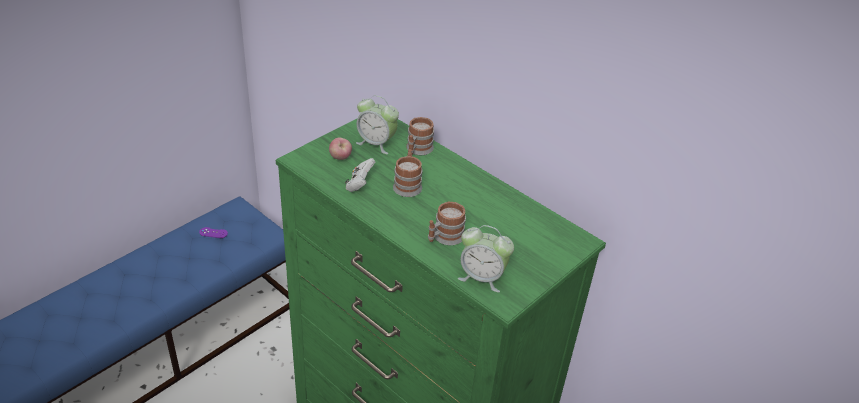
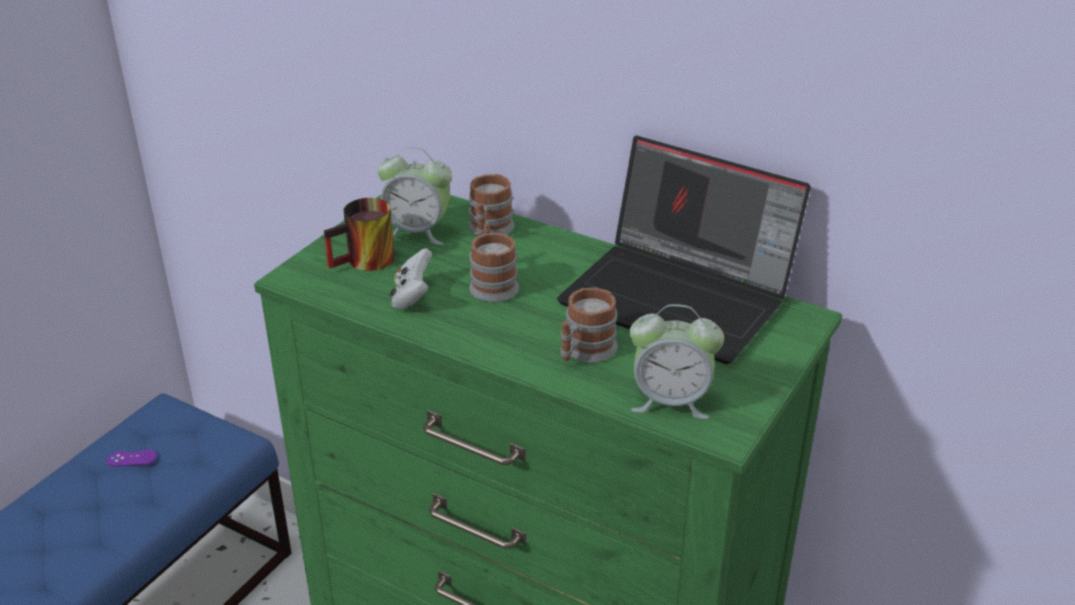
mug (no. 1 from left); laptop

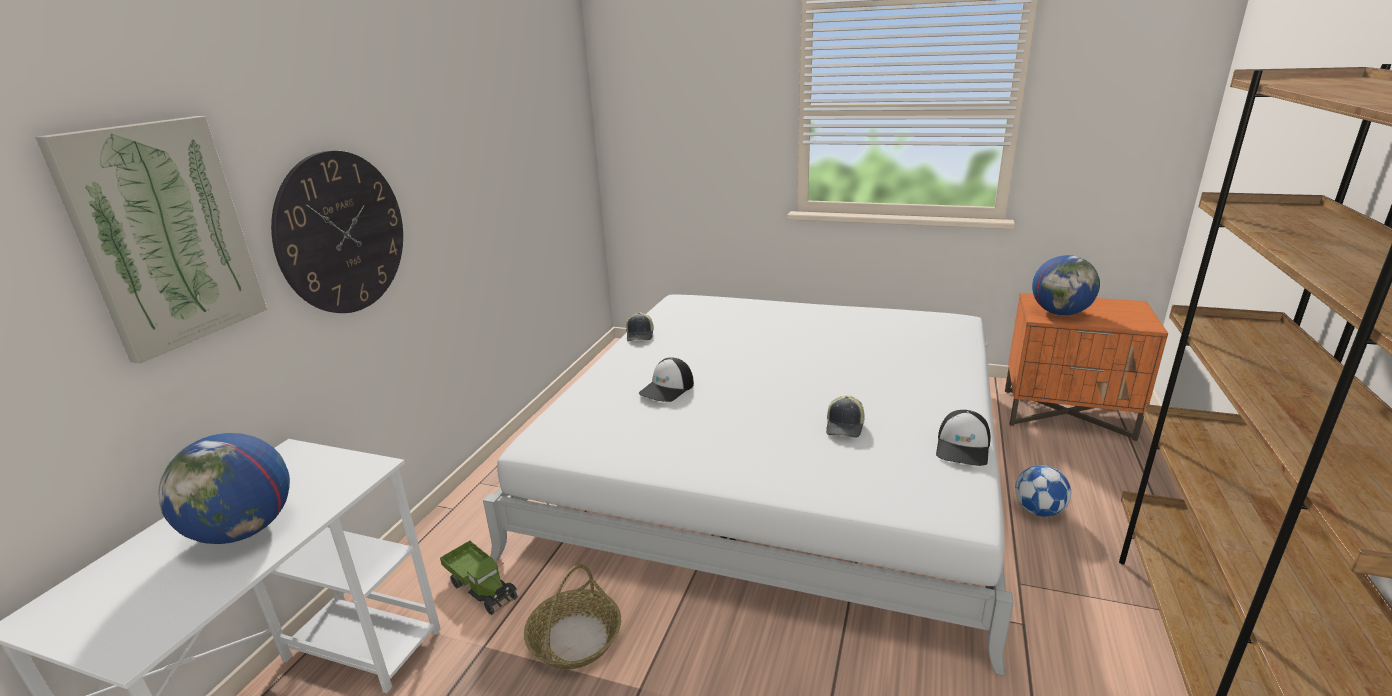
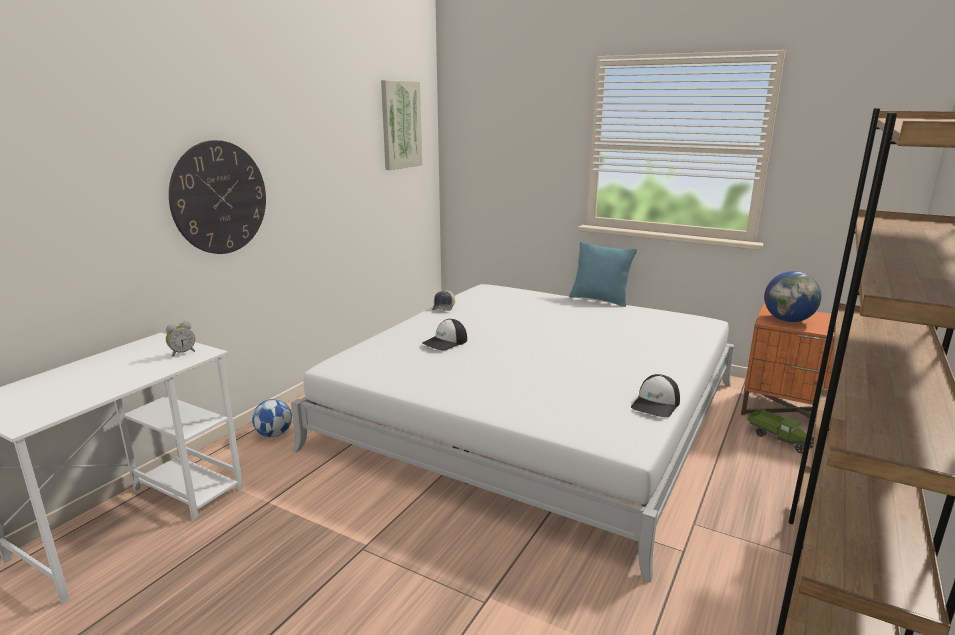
alarm clock; football; picture; pillow (turquoise); toy truck; globe (no. 1 from left in the first image); basket; cap (no. 3 from left in the first image)

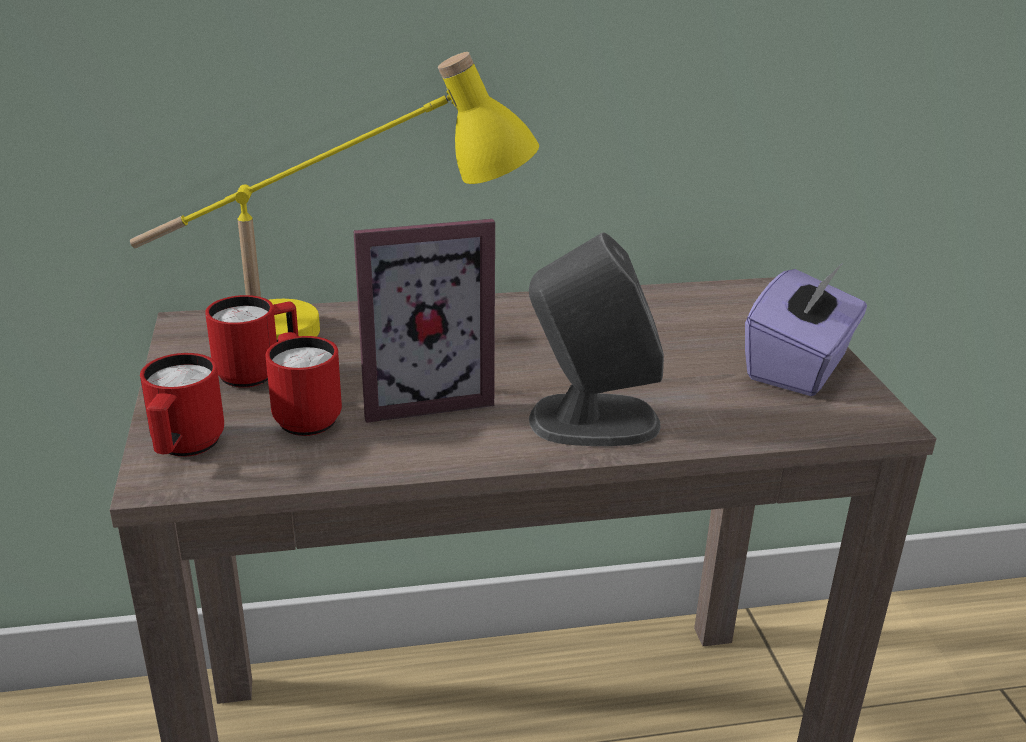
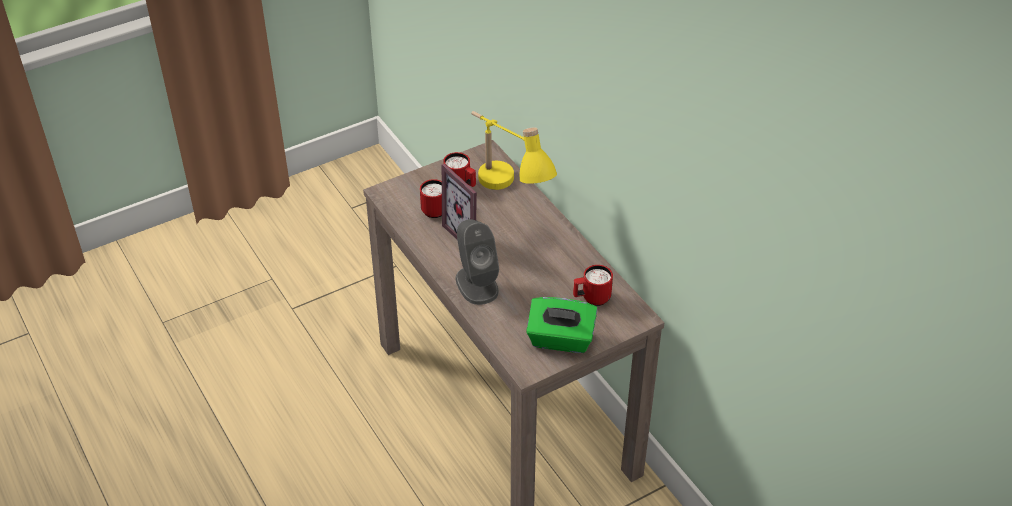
tissue box (green); mug (red) (no. 3 from left)

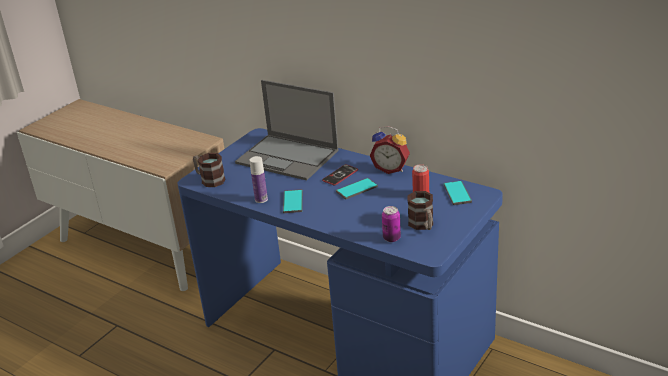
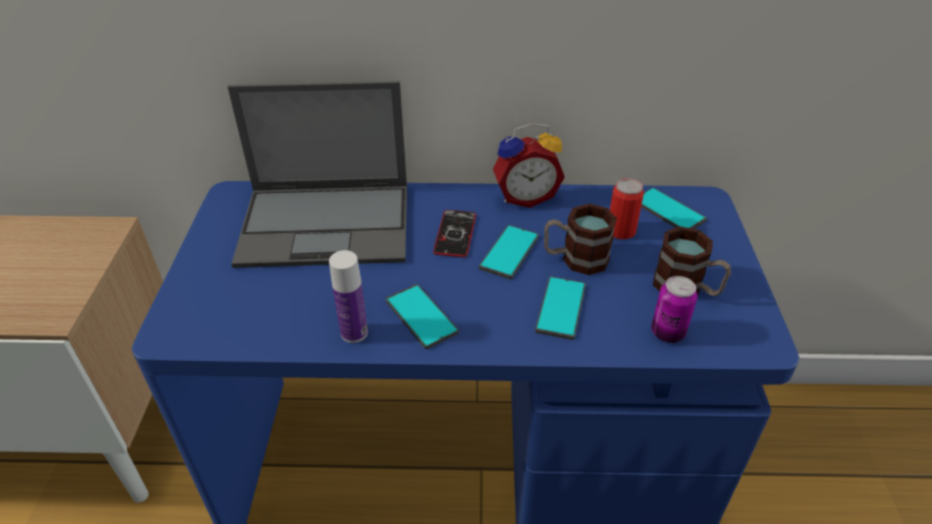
phone (no. 4 from left); mug (no. 1 from left)

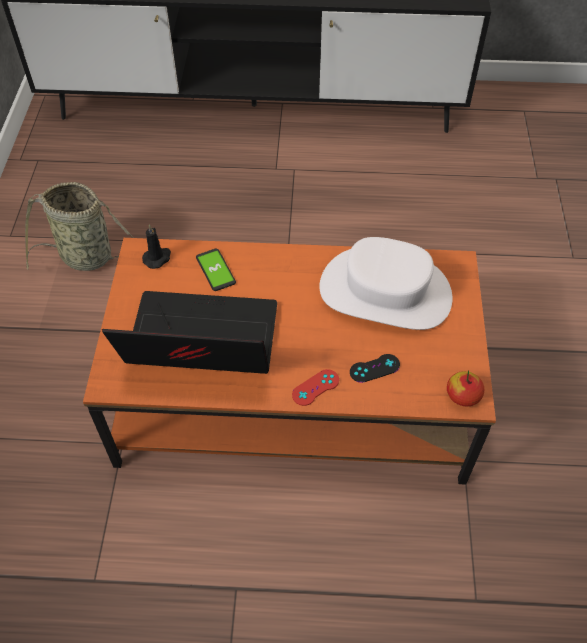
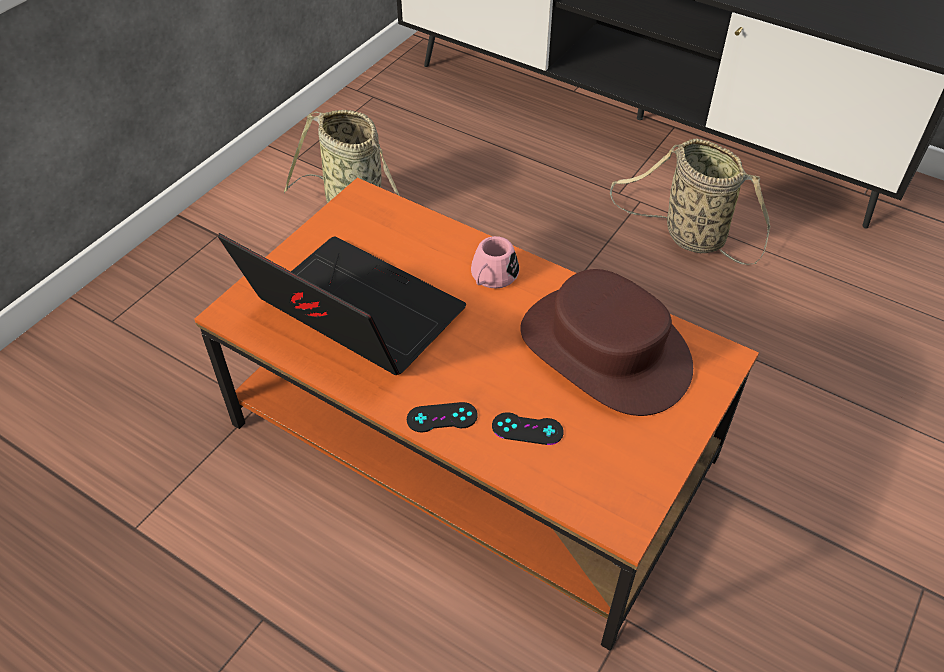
game controller (black) (no. 1 from left); mug (pink); hat (brown); basket (no. 2 from left); candle (black); phone; apple

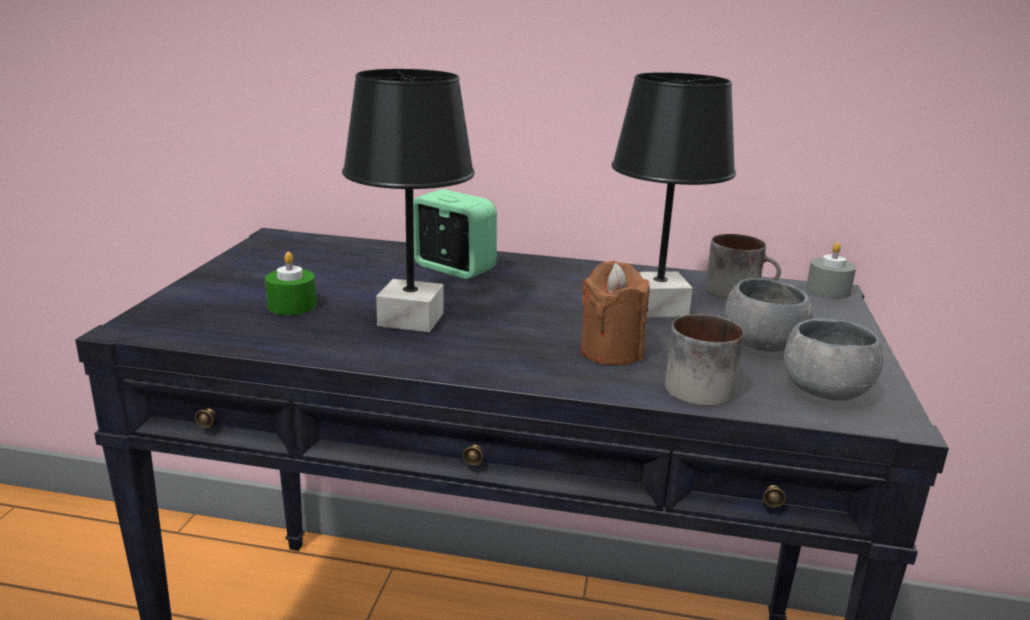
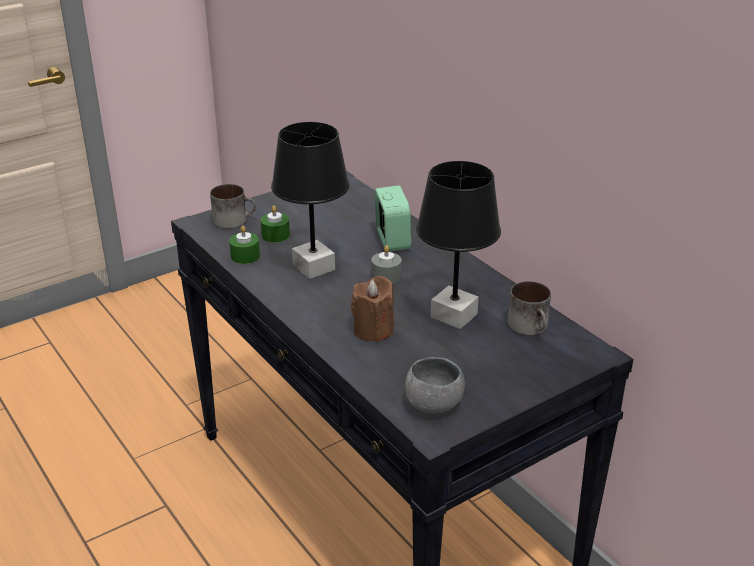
mug (no. 1 from left); candle (green) (no. 1 from left); candle (grey); bowl (grey) (no. 1 from left in the first image)

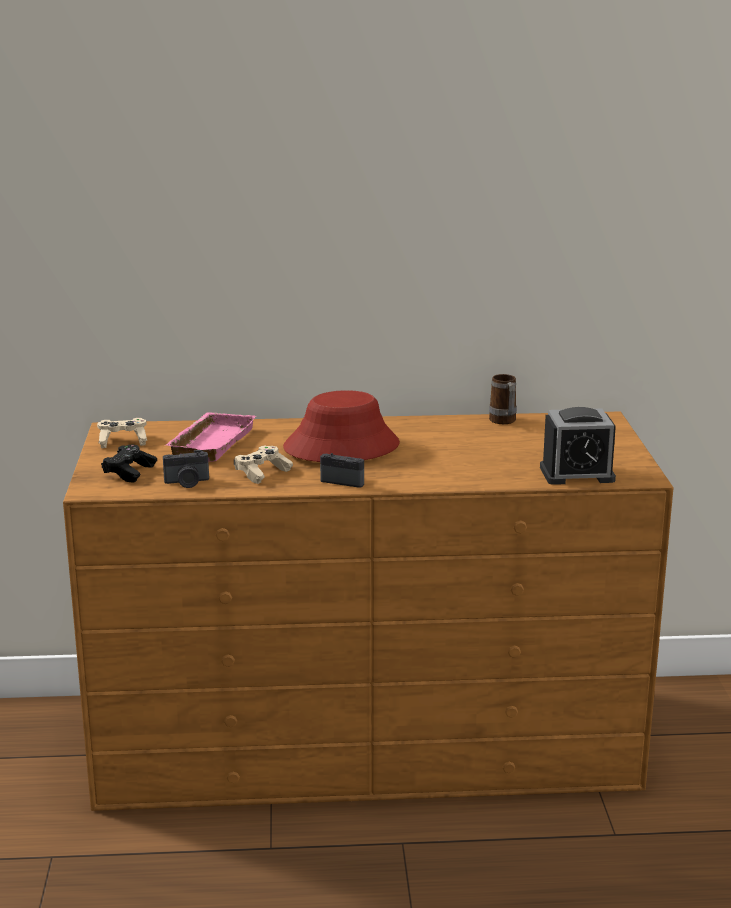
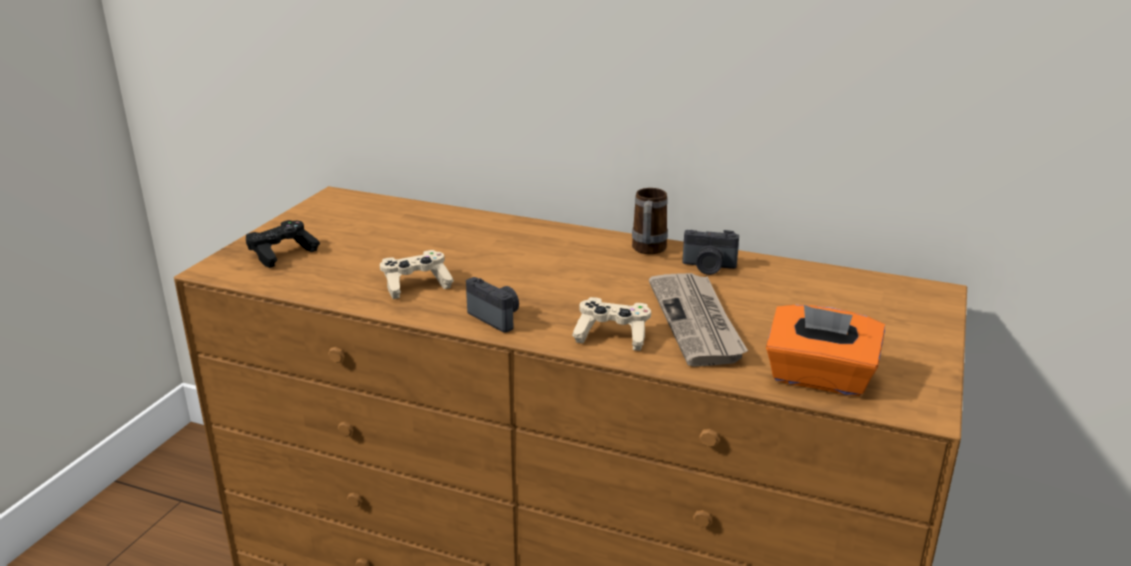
game controller (beige) (no. 2 from left); mug; newspaper; photo camera (no. 2 from left); tissue box (orange); tray (pink); hat (red)

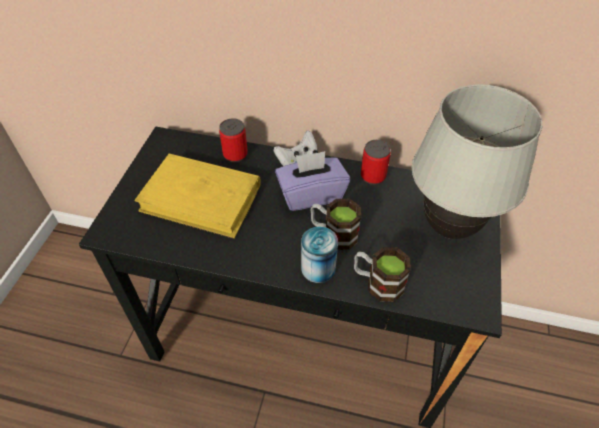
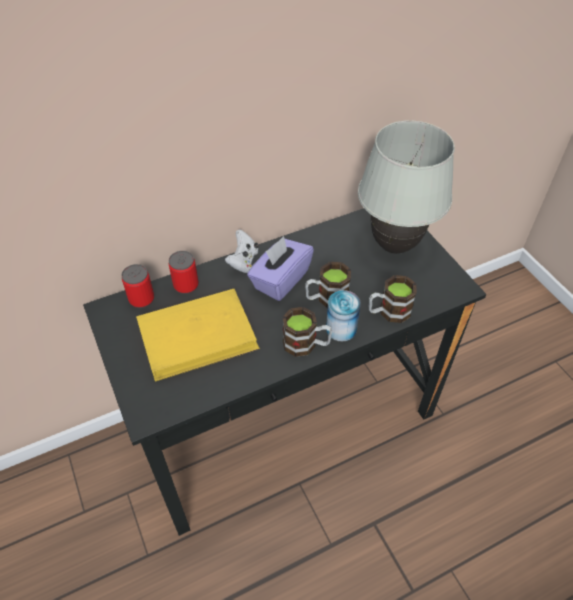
can (no. 1 from left); mug (no. 1 from left)

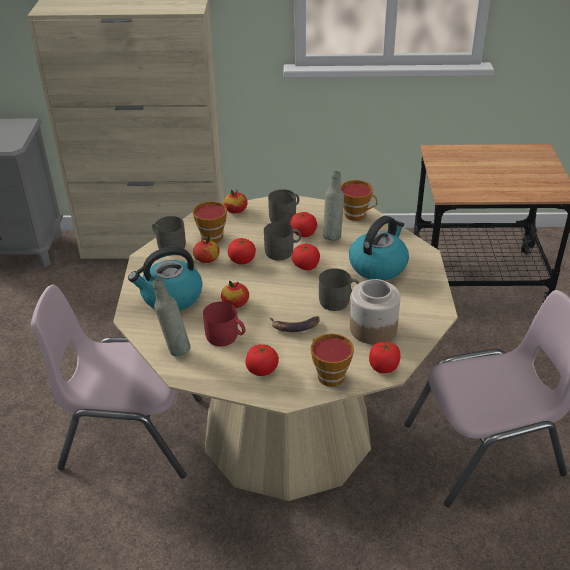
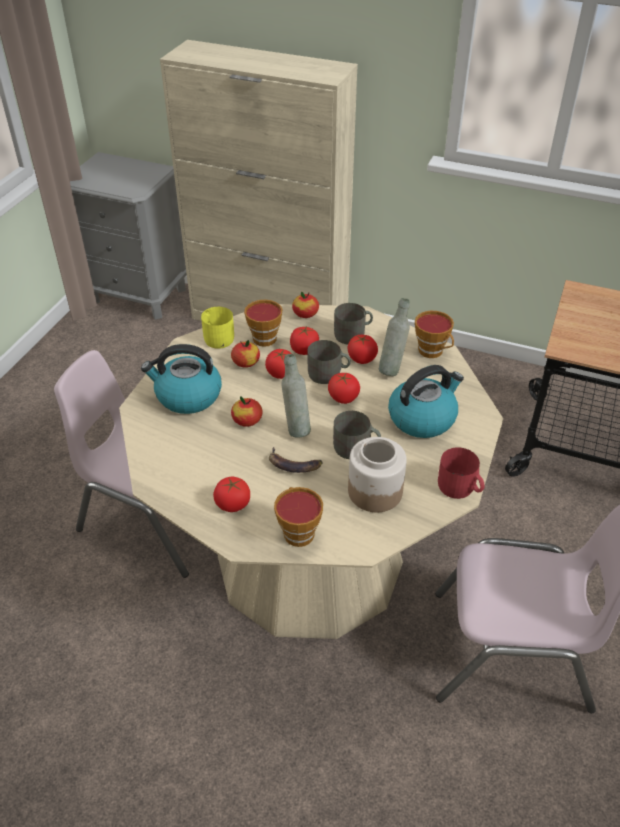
mug (yellow); bottle (grey) (no. 1 from left); tomato (no. 3 from left); mug (red)

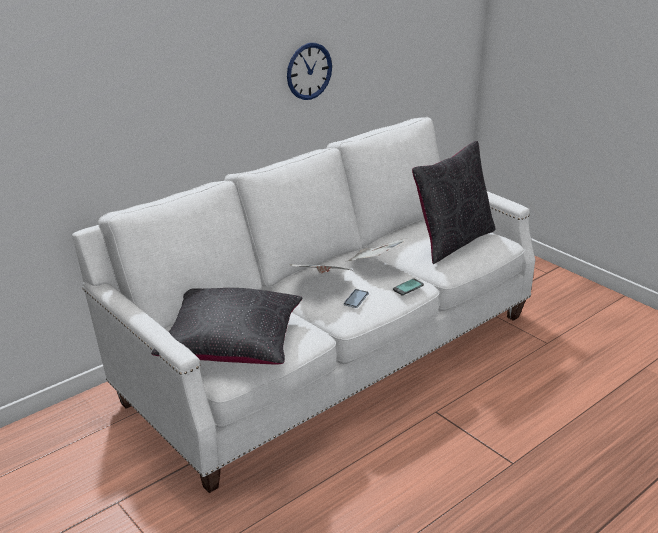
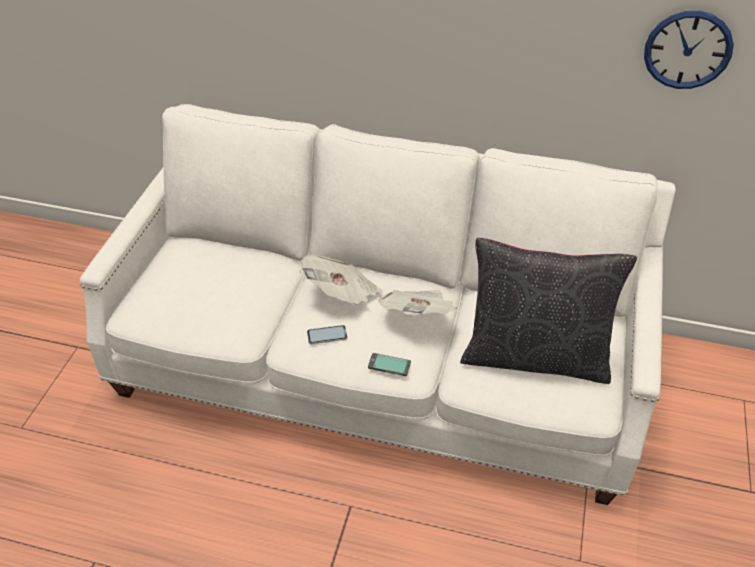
wall clock; pillow (black) (no. 1 from left in the first image)

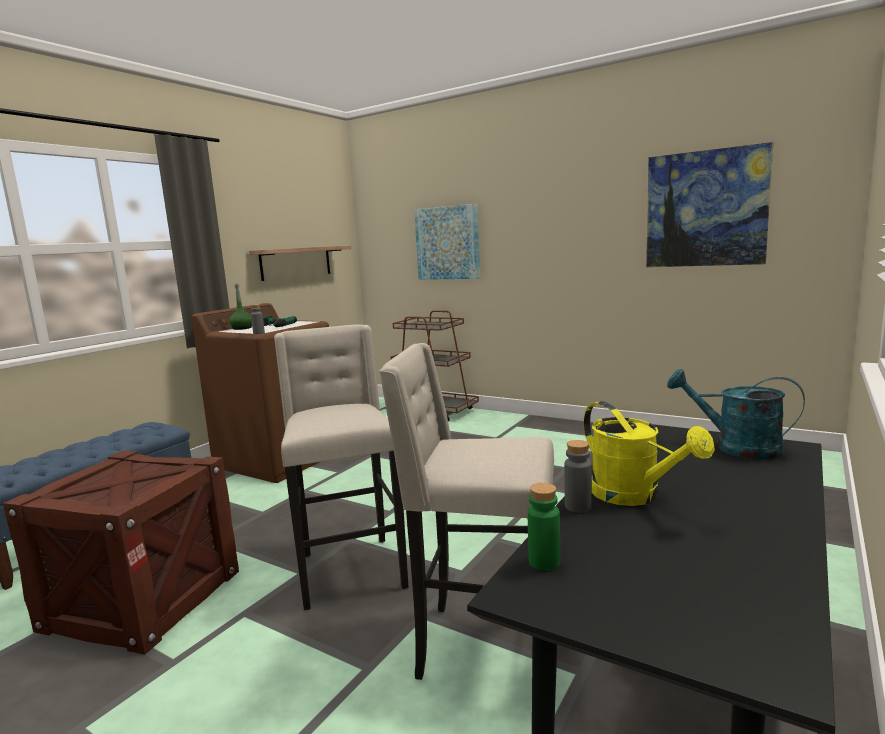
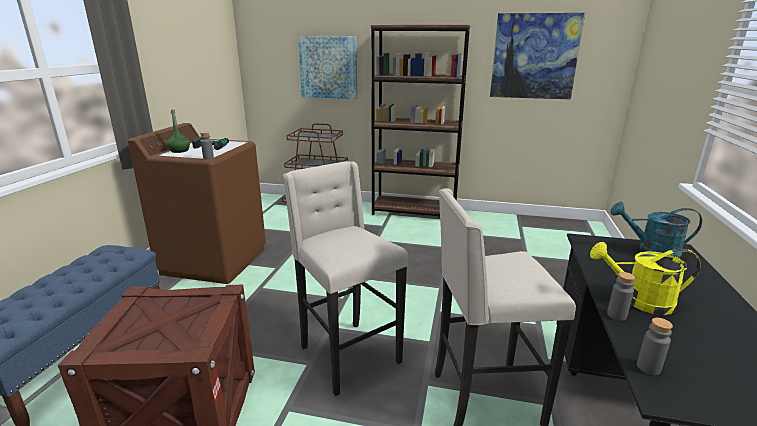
bookcase (brown); watering can (yellow); bottle (grey) (no. 3 from left); shelf

